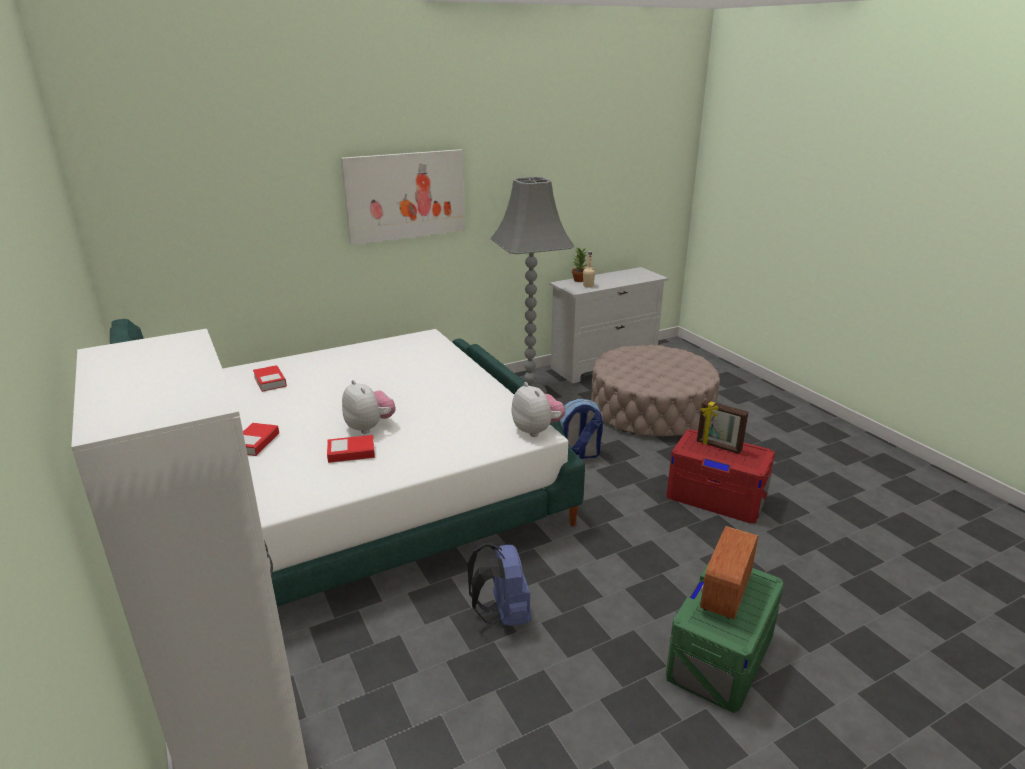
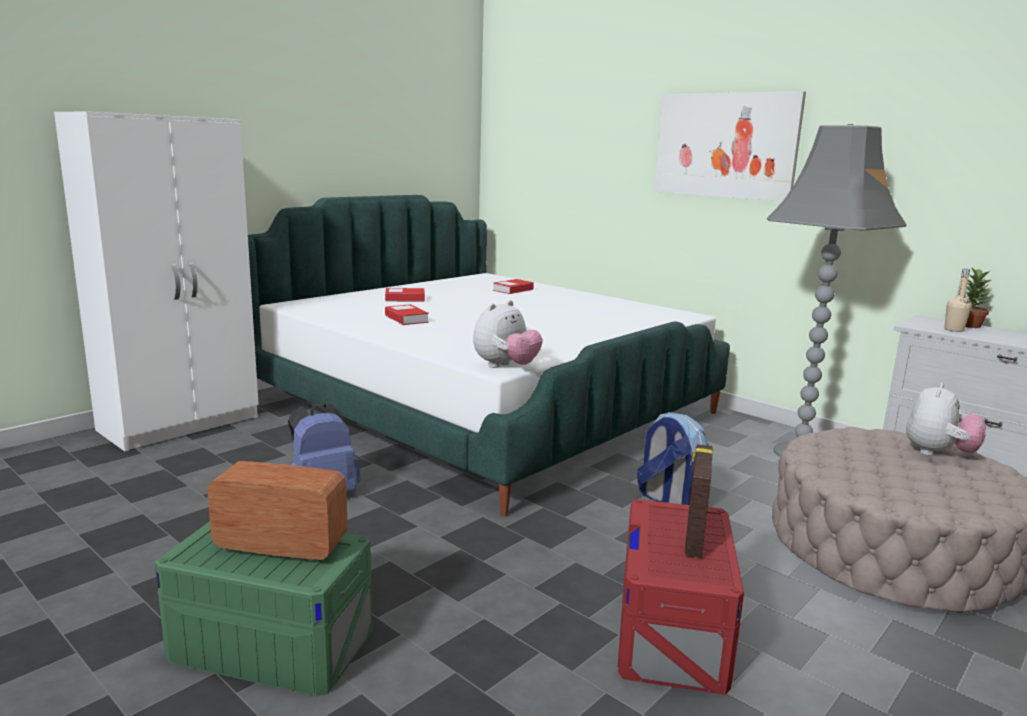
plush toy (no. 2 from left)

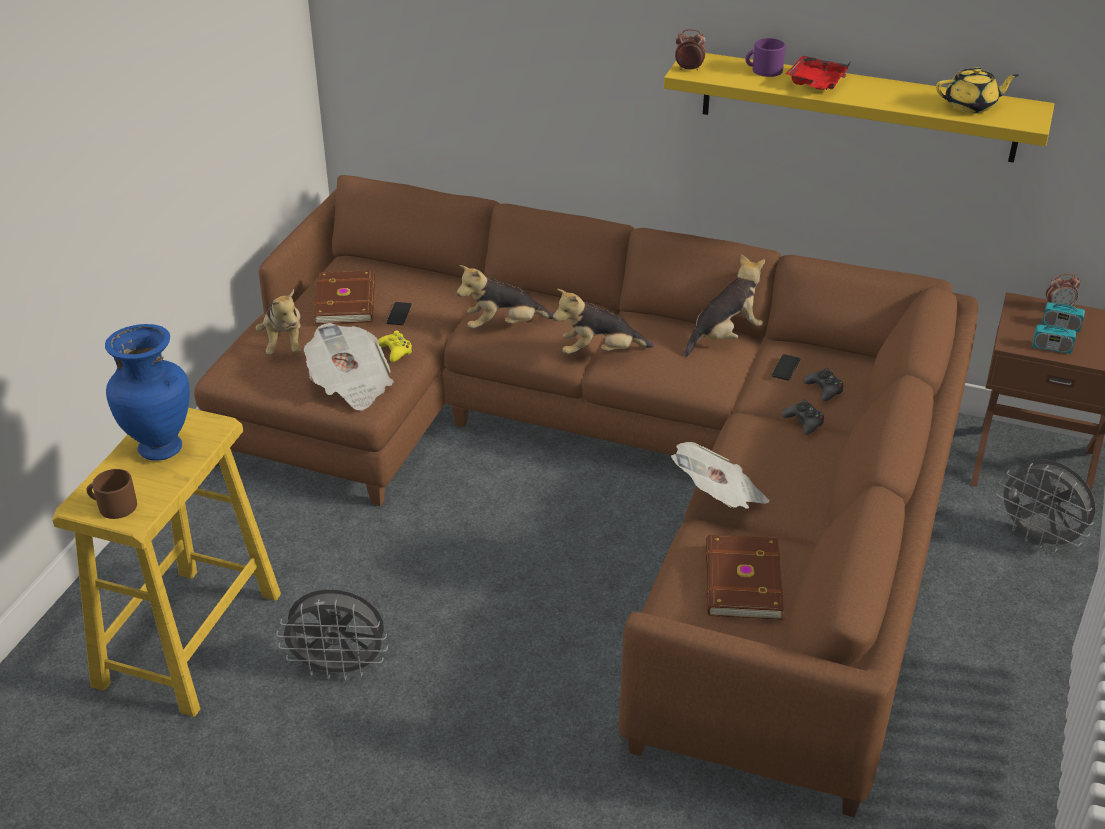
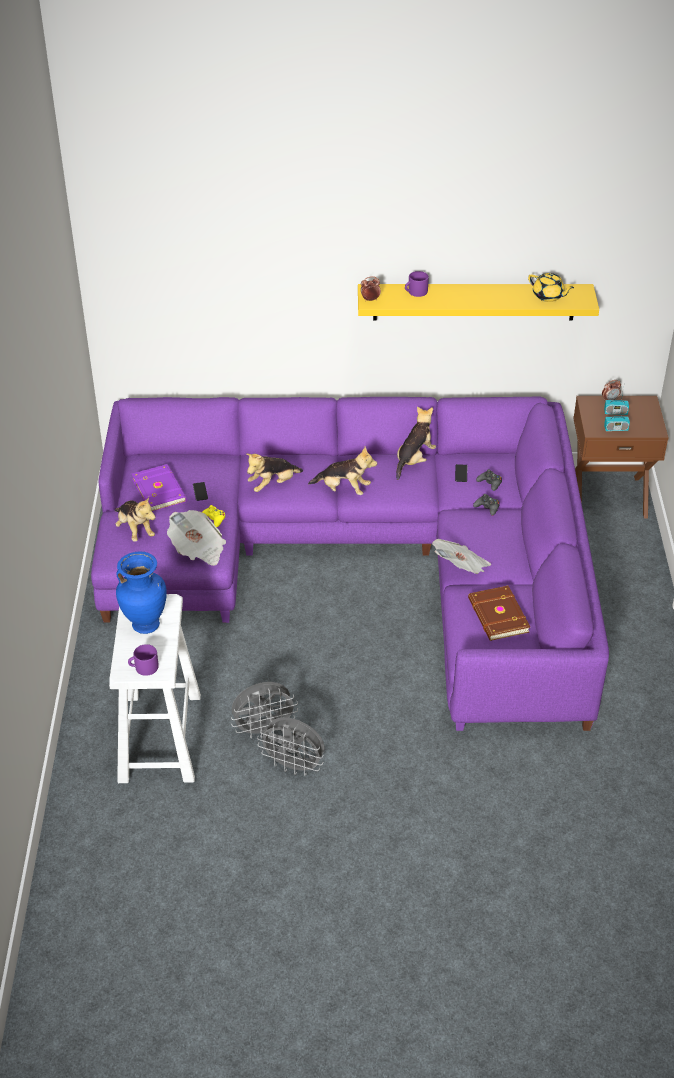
sofa (purple); stool (white); mug (purple) (no. 1 from left); book (purple); fan (grey) (no. 2 from left); plush toy (no. 3 from left); teapot (yellow); tray (red)

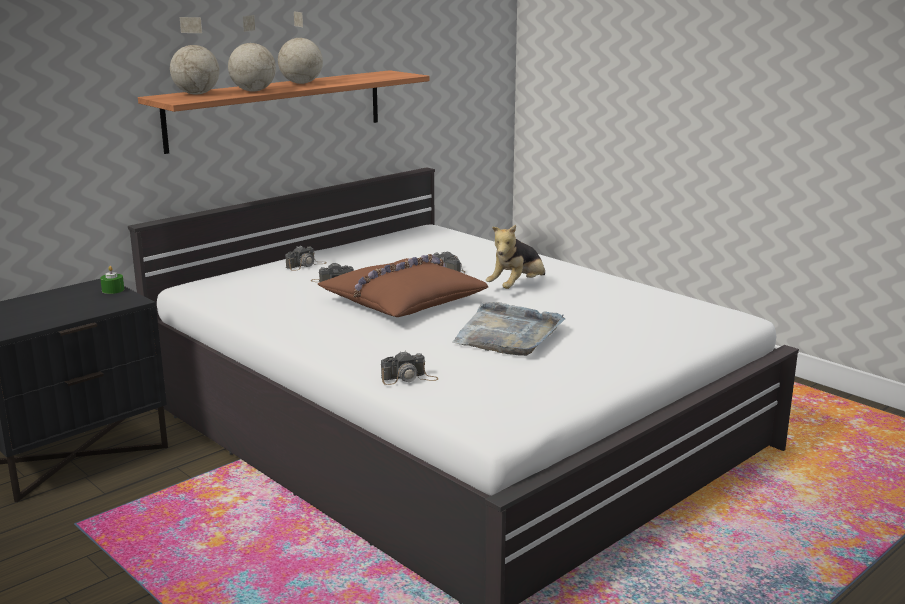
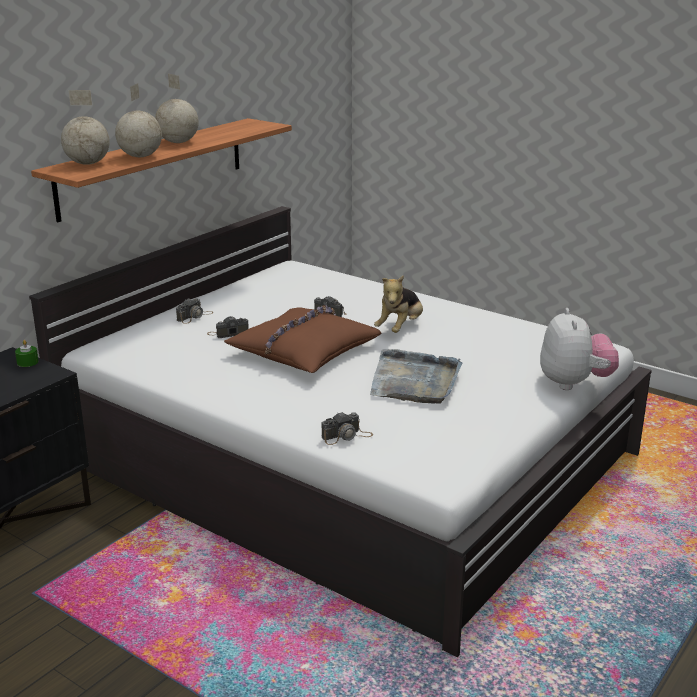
plush toy (no. 2 from left)

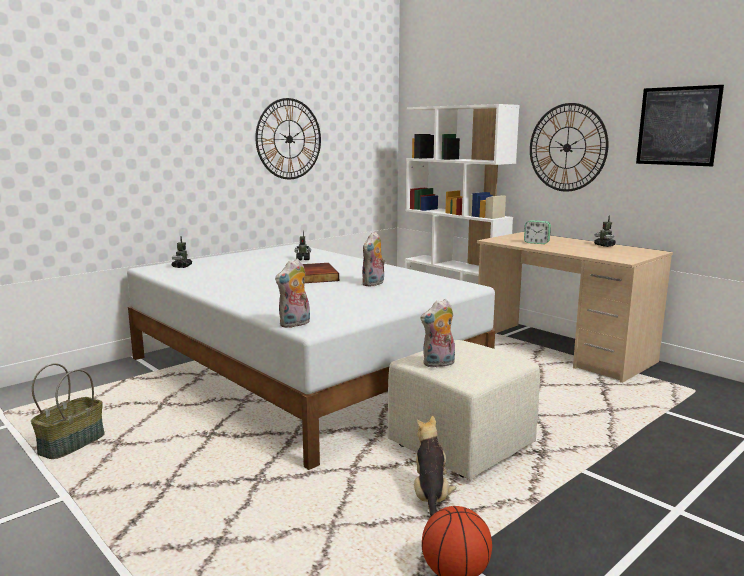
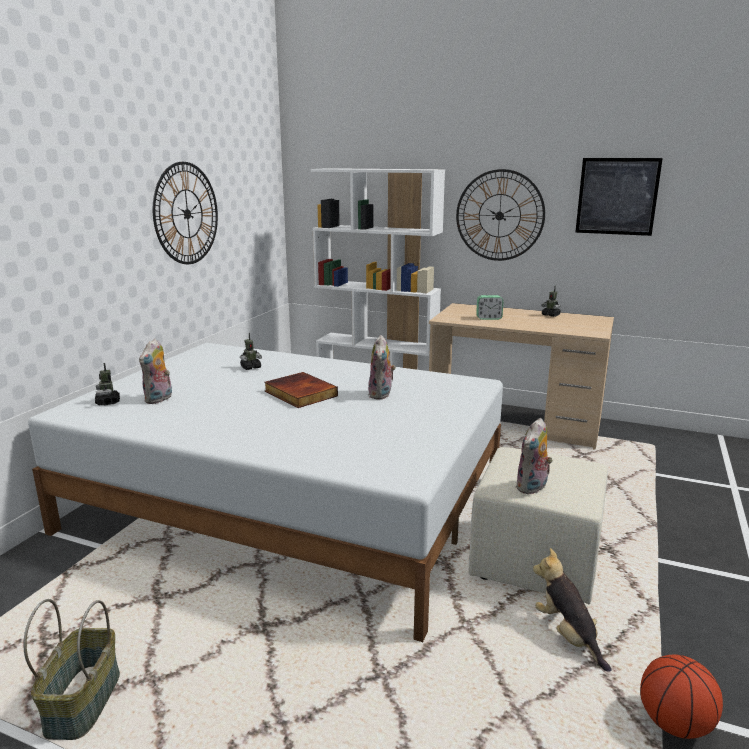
plush toy (no. 1 from left)

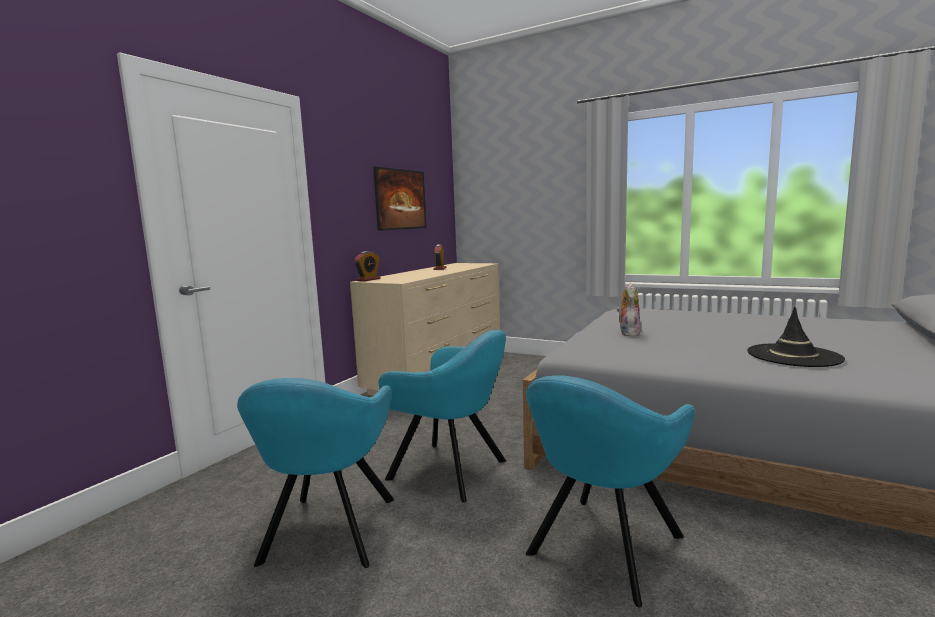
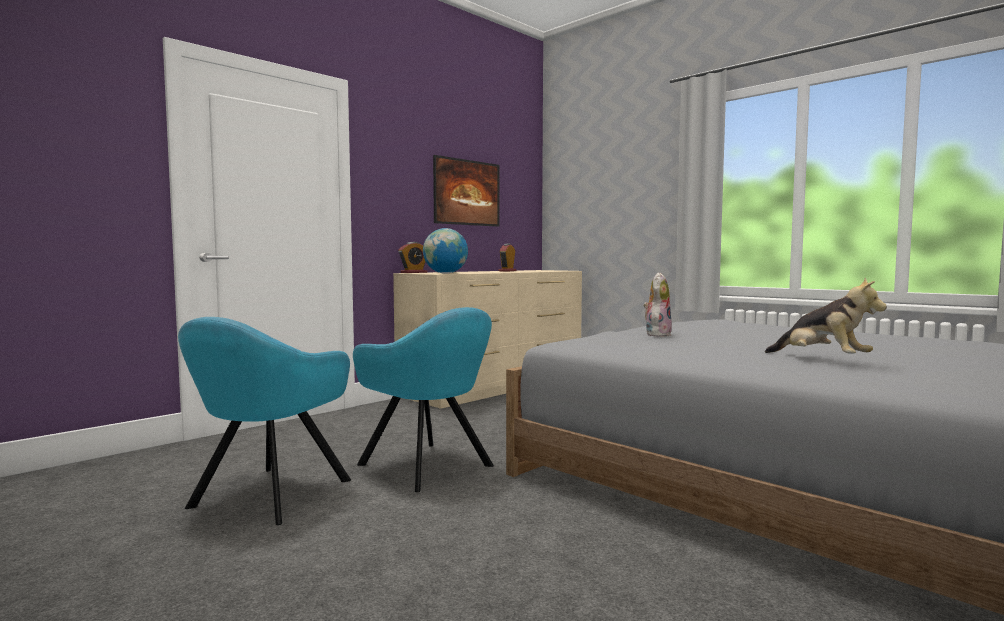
globe; plush toy (no. 2 from left); armchair (turquoise) (no. 3 from left in the first image)

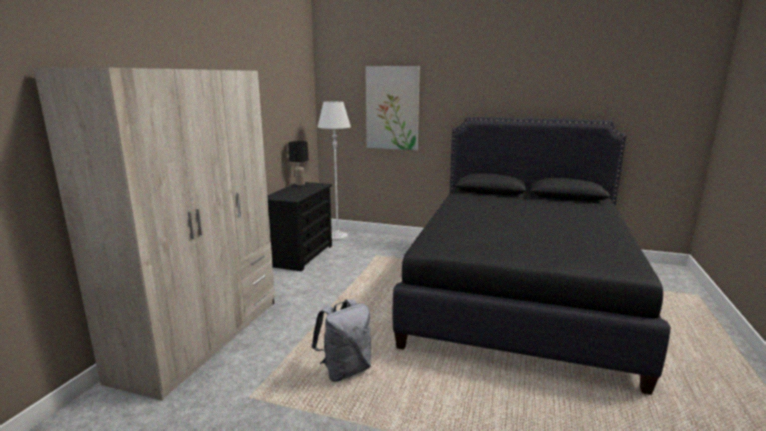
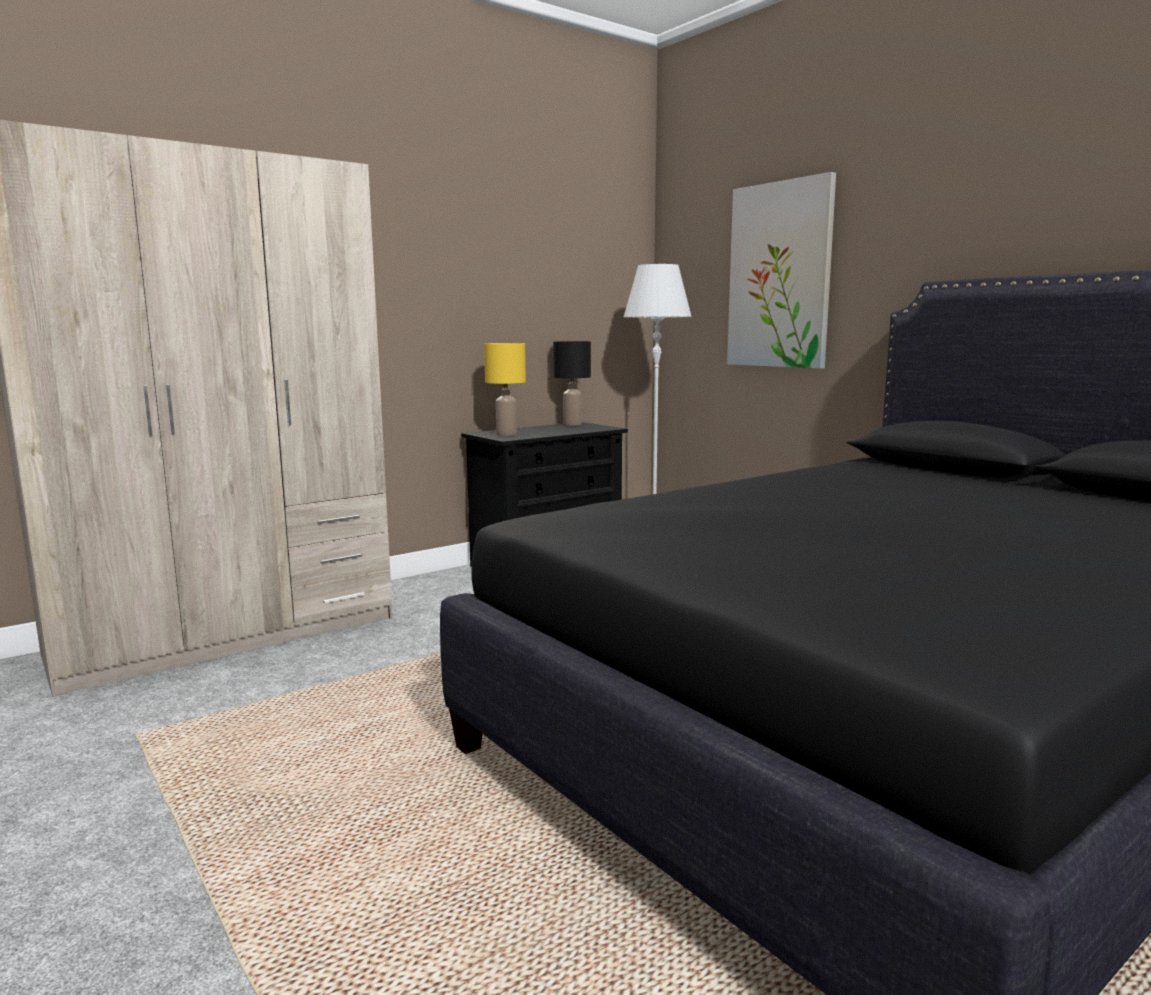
table lamp (yellow); backpack (grey)

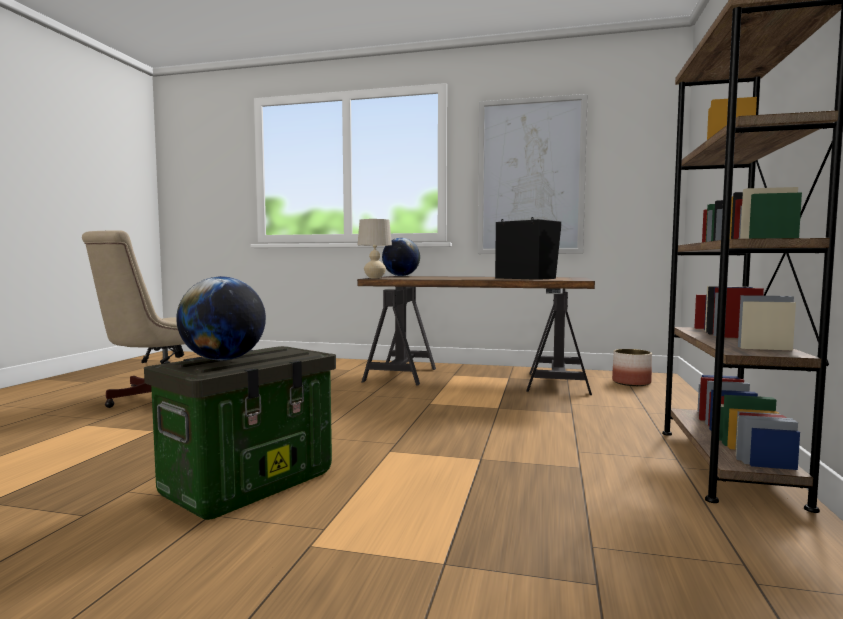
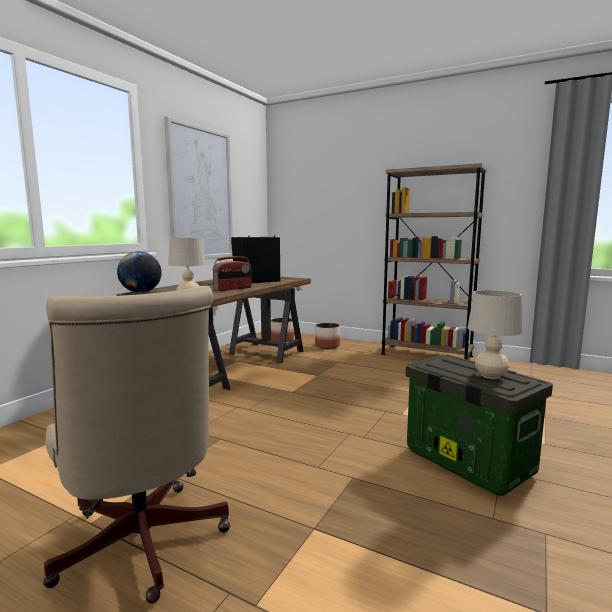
radio; planter (no. 2 from left); table lamp (beige) (no. 2 from left)

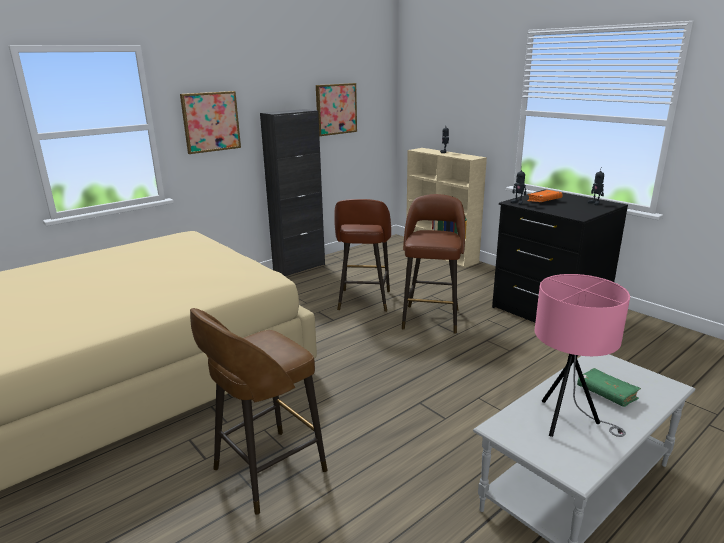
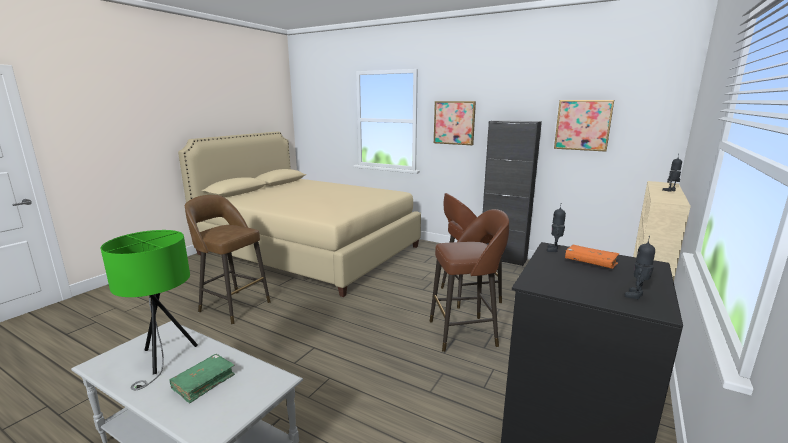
table lamp (green)

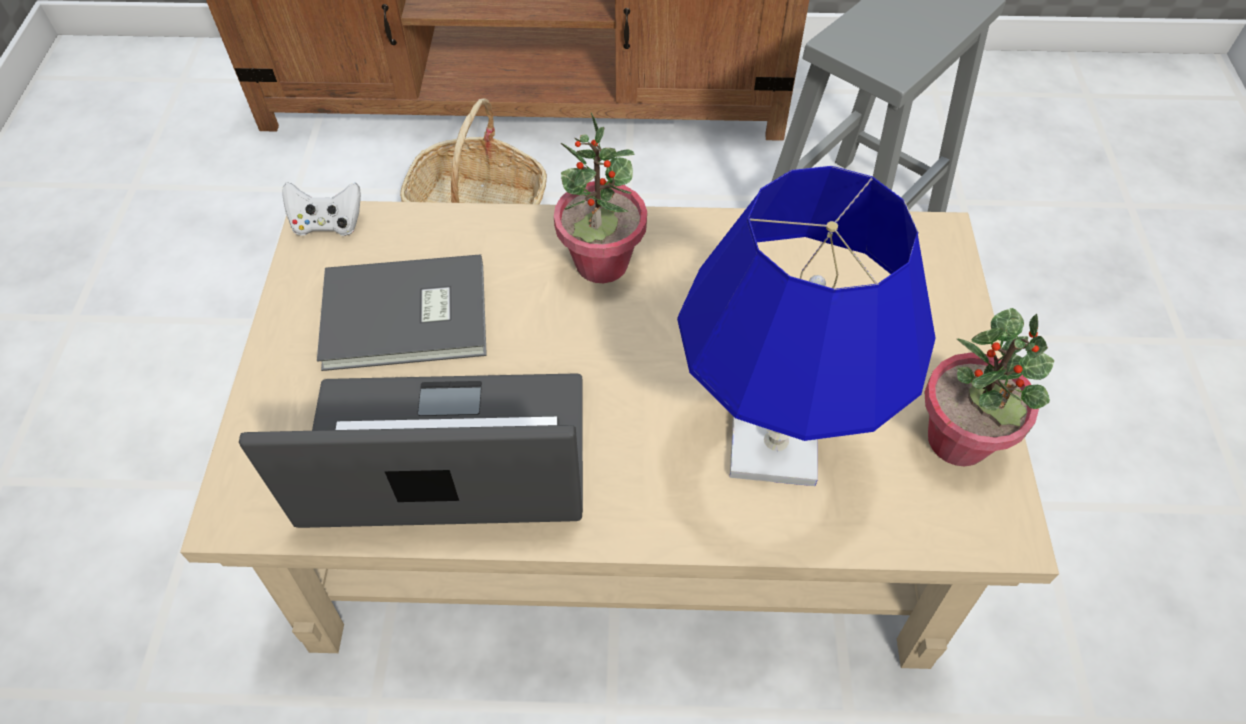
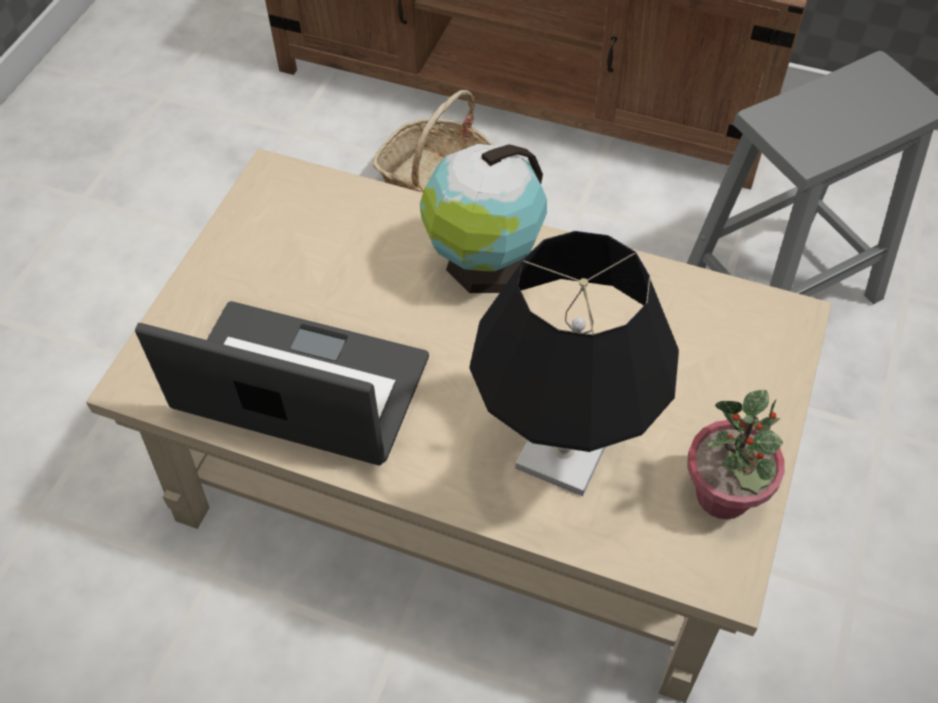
globe; table lamp (black); game controller (white); book (grey)

